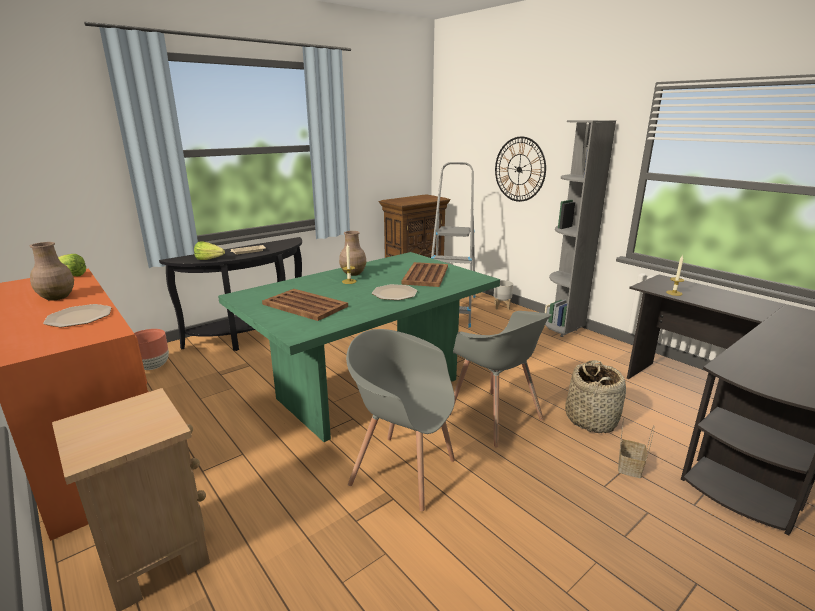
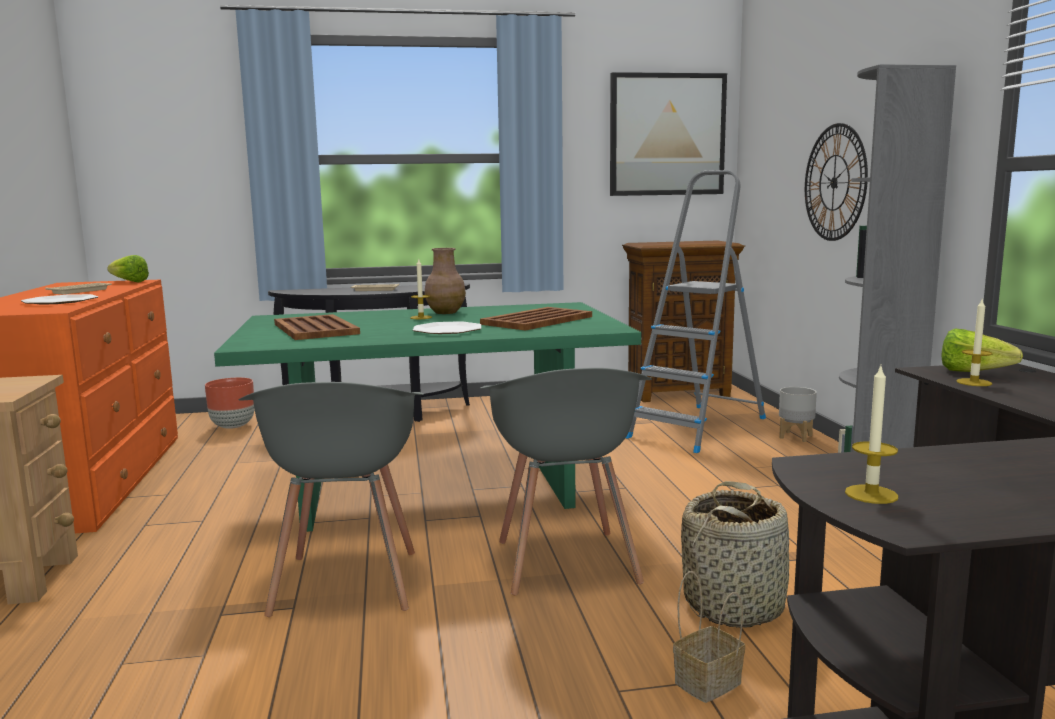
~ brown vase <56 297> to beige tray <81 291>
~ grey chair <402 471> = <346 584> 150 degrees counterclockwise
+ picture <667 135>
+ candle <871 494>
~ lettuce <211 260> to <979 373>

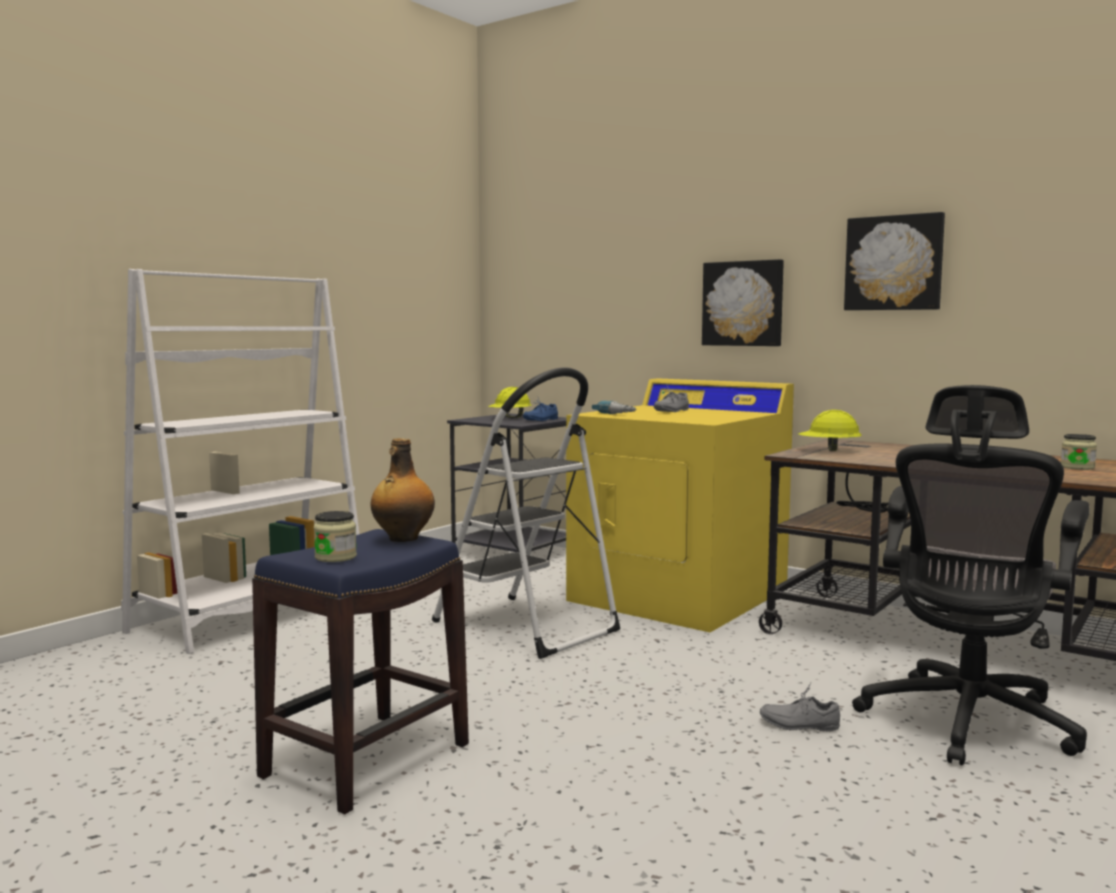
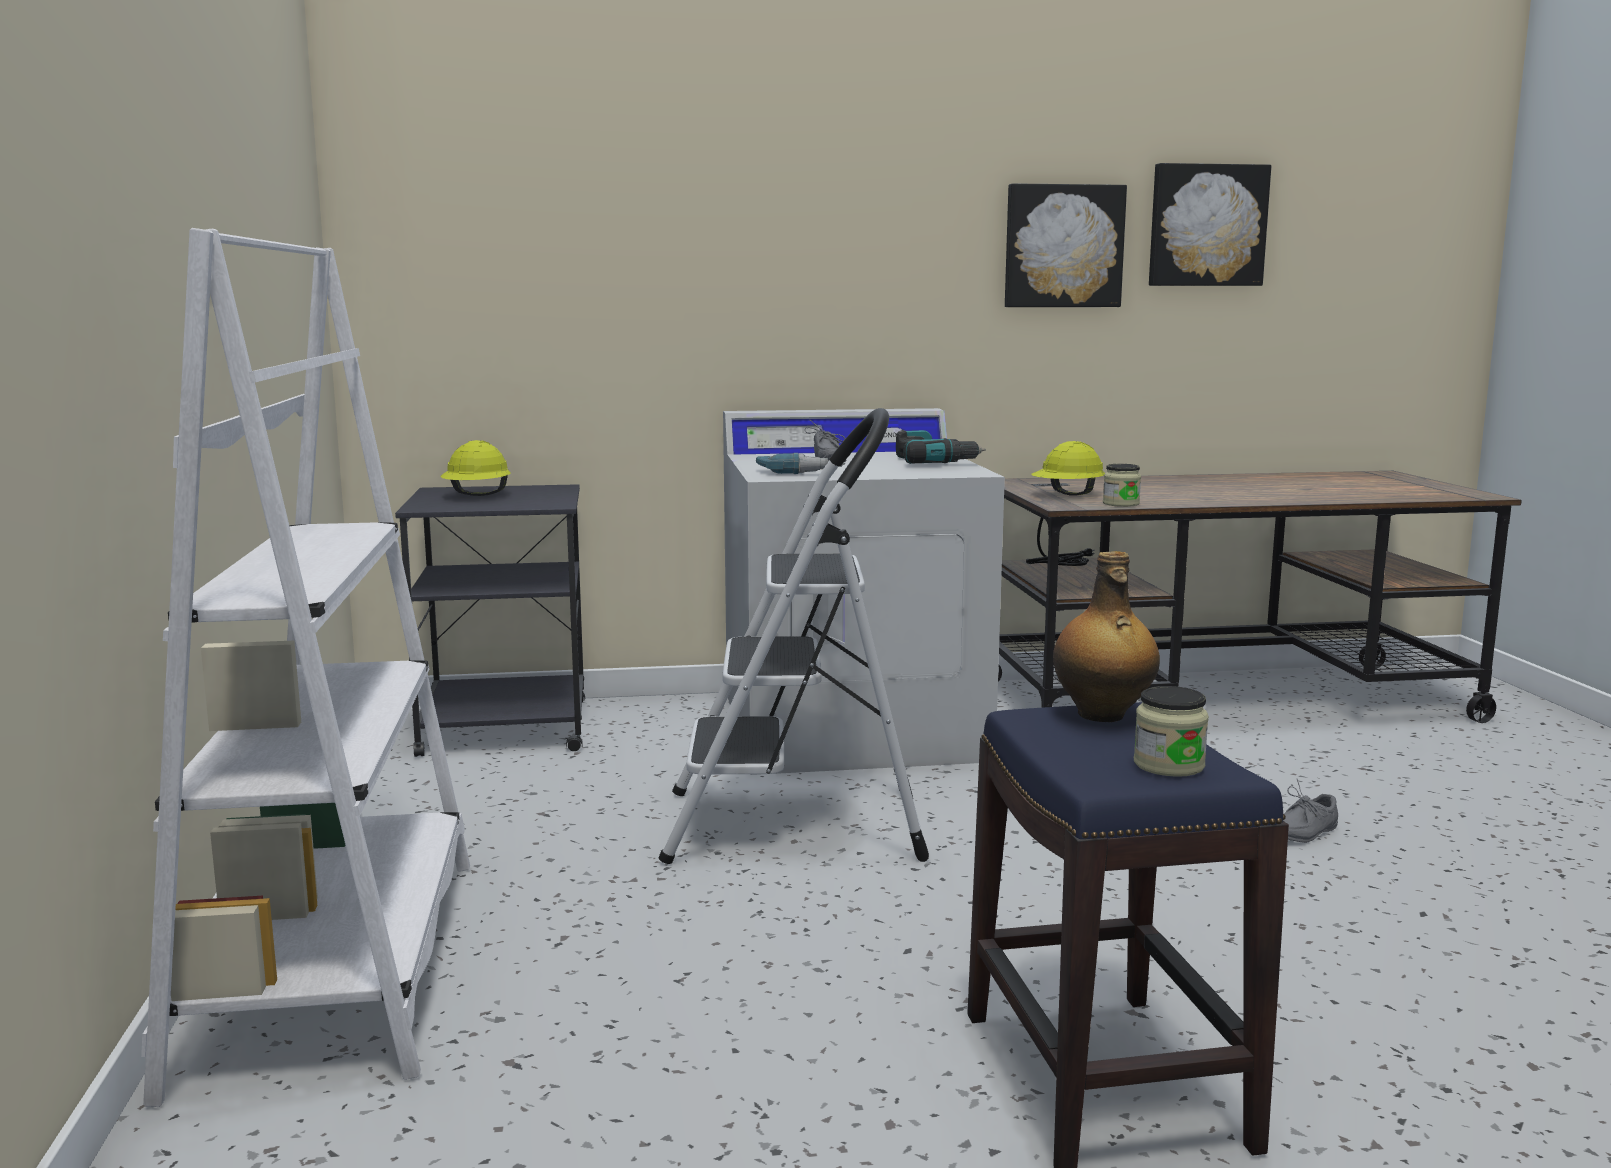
~ yellow washing machine <679 595> to white washing machine <852 726>
+ power drill <933 462>
~ jar <1077 467> to <1121 504>
~ picture <743 303> to <1206 225>
- blue shoe <539 420>
- office chair <968 723>

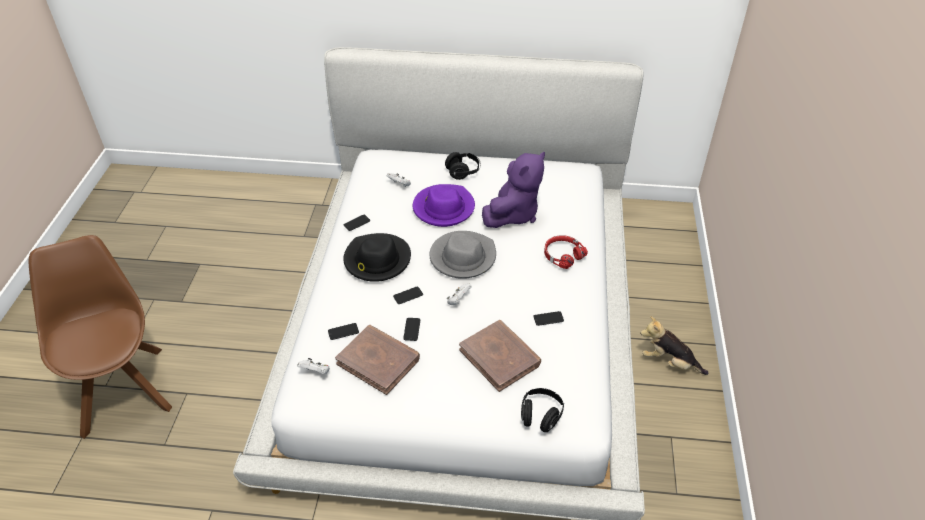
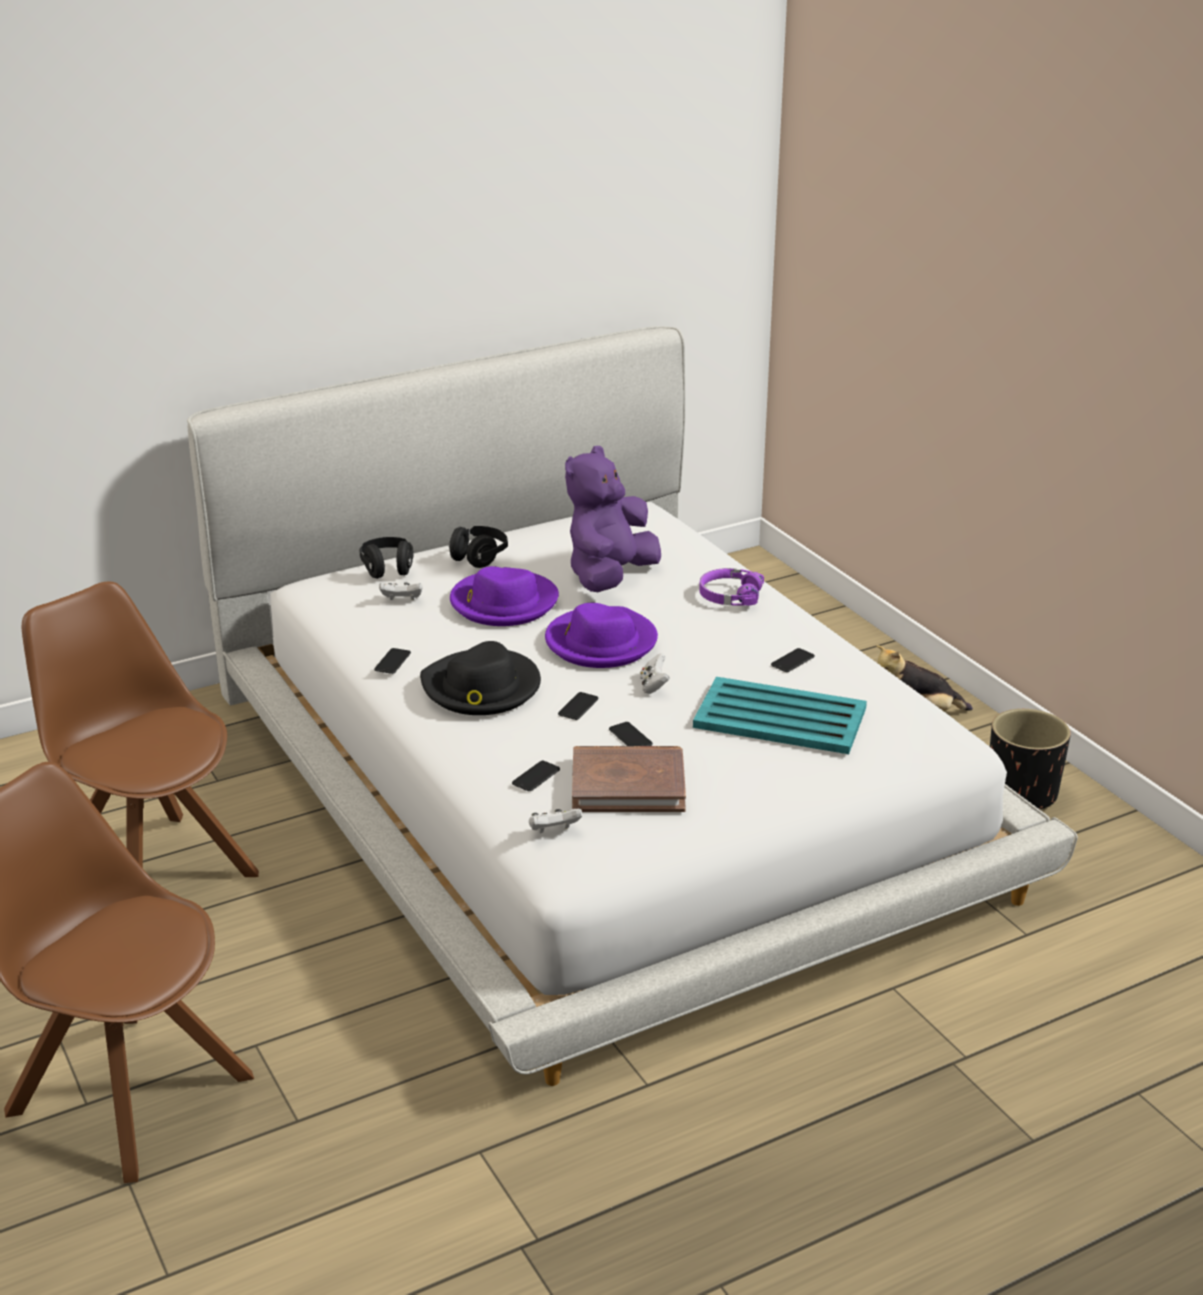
+ brown chair <153 871>
~ black headphones <540 416> to <388 569>
~ grey hat <462 257> to purple hat <600 642>
~ purple plush toy <513 214> = <610 578> 150 degrees counterclockwise
~ brown book <500 357> to turquoise tray <781 718>
~ red headphones <562 255> to purple headphones <729 596>
+ black planter <1021 793>

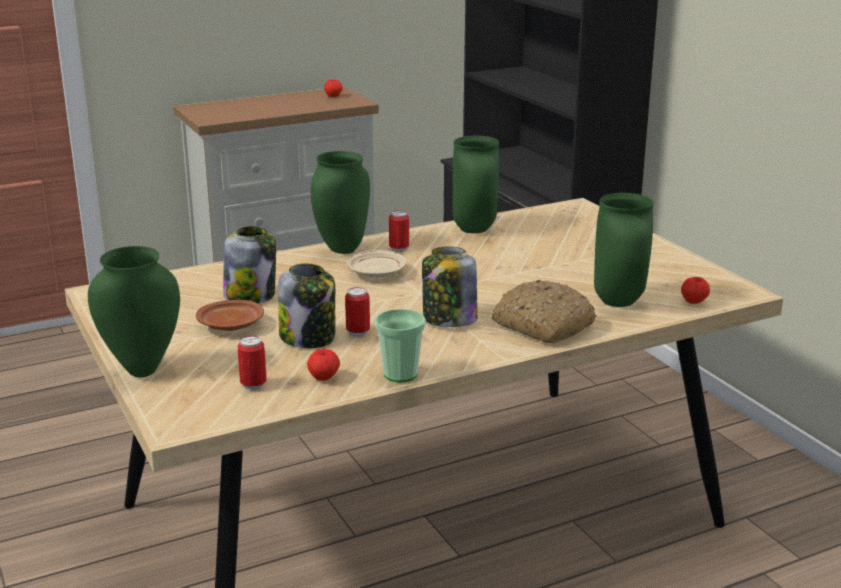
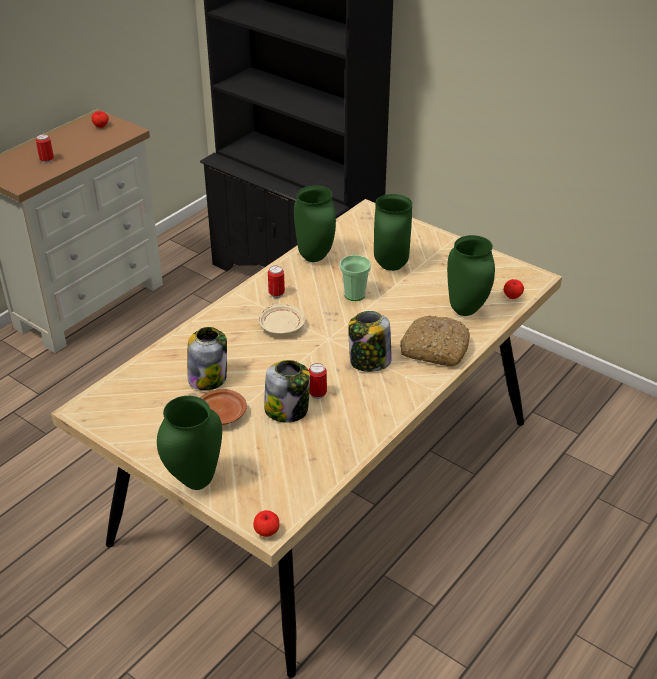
~ can <253 385> to <47 160>
~ apple <324 378> to <267 532>
~ cup <400 374> to <354 295>
~ green vase <343 250> to <391 266>

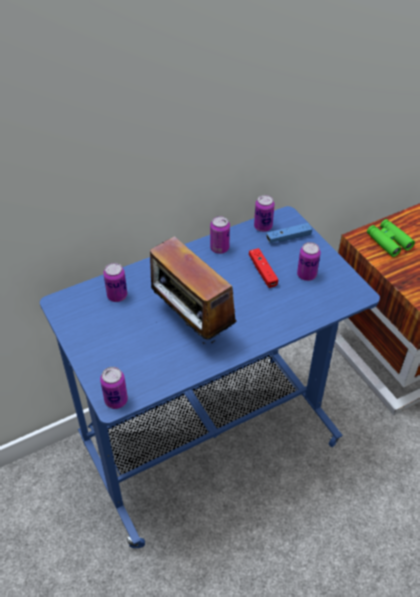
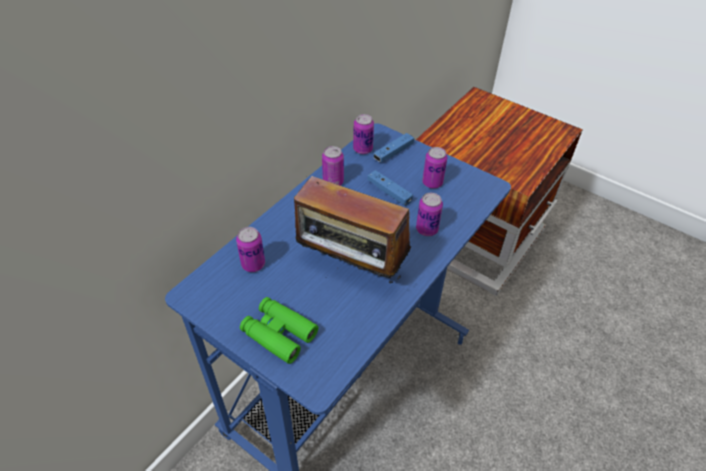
~ green binoculars <388 241> to <279 333>
~ red game controller <262 271> to blue game controller <389 192>
~ can <116 400> to <427 229>

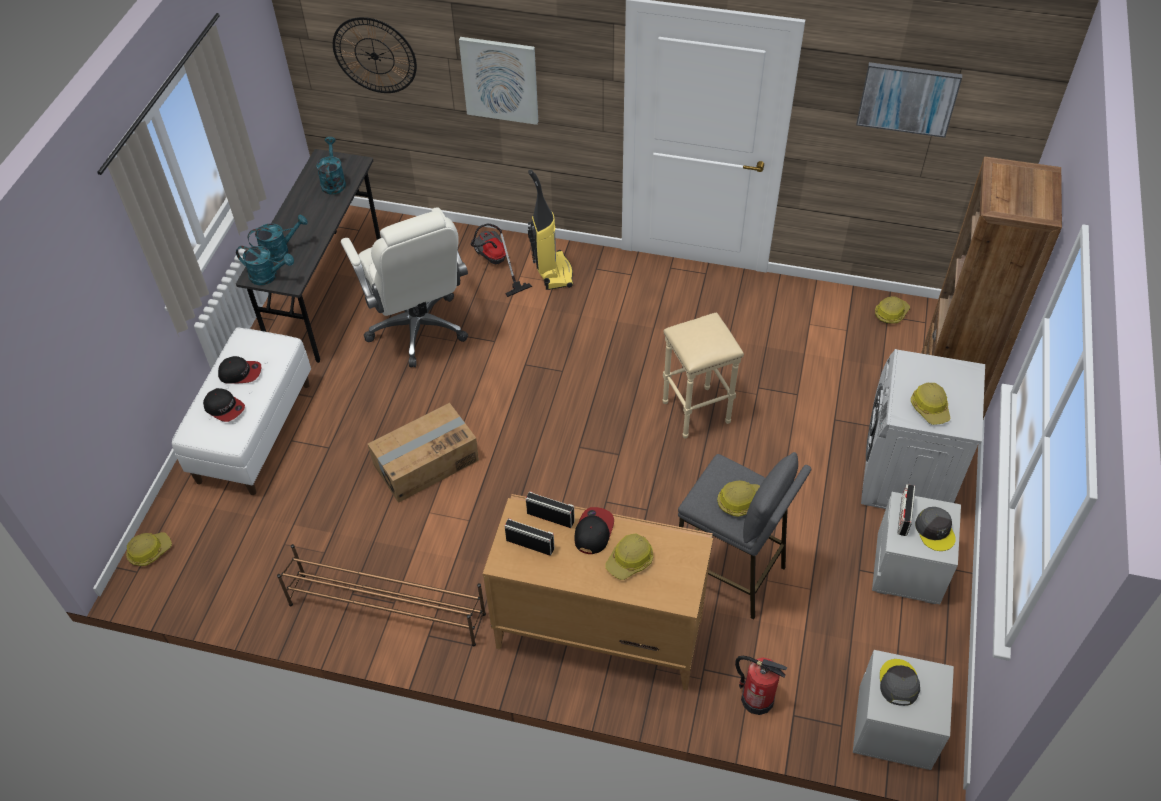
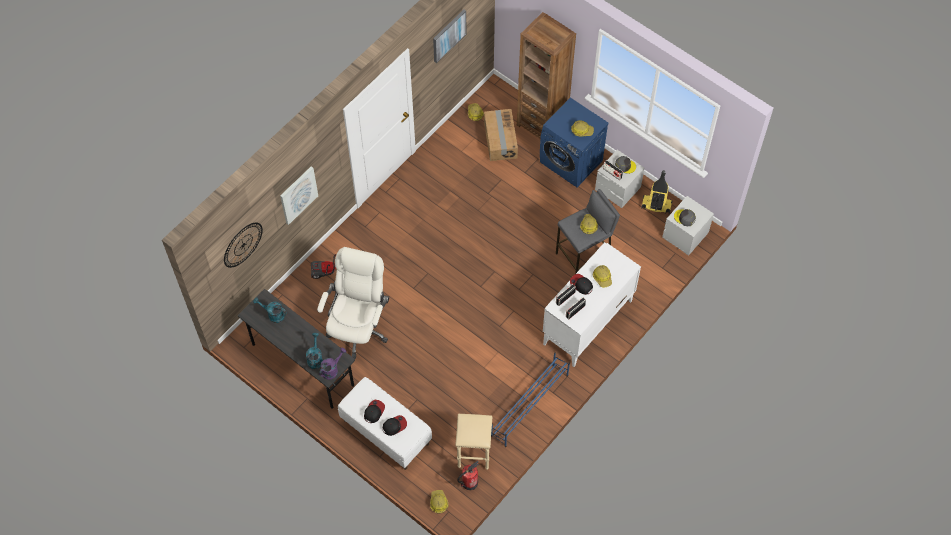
~ white office chair <418 330> = <358 329> 75 degrees counterclockwise
~ turquoise watering can <268 276> to purple watering can <332 369>
~ beige stool <698 412> to <474 453>
~ fire extinguisher <756 698> to <469 482>
~ cardboard box <425 462> to <500 140>
~ brown shoe rack <386 608> to blue shoe rack <529 405>
~ white washing machine <905 476> to blue washing machine <571 162>
~ brown cabinet <599 633> to white cabinet <587 322>
~ vacuum cleaner <552 272> to <656 206>

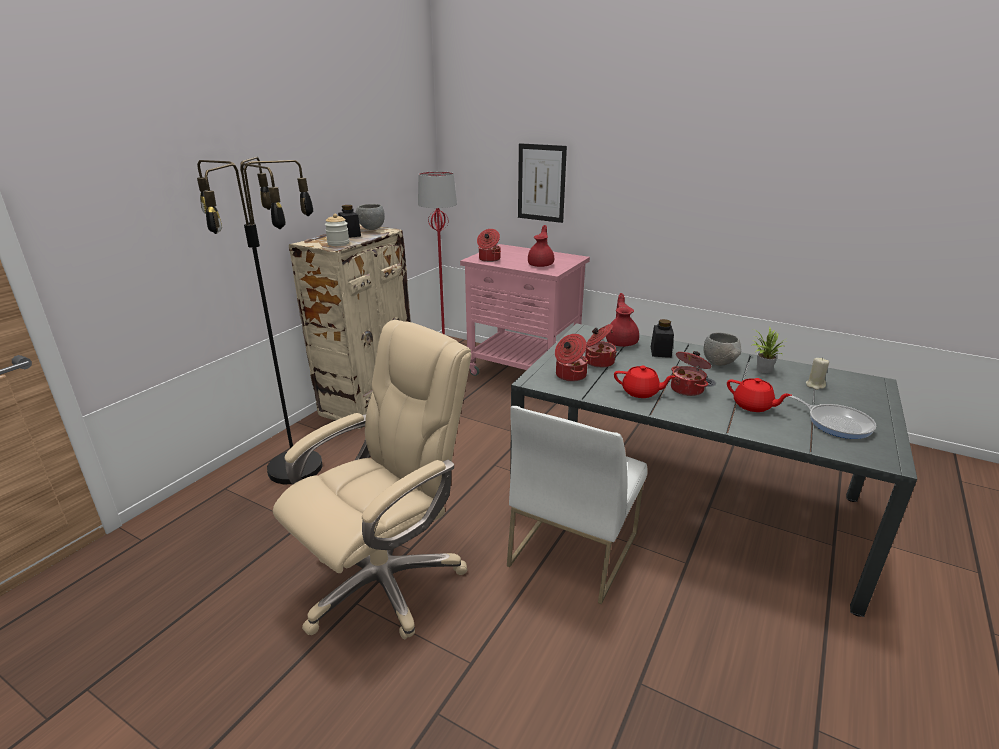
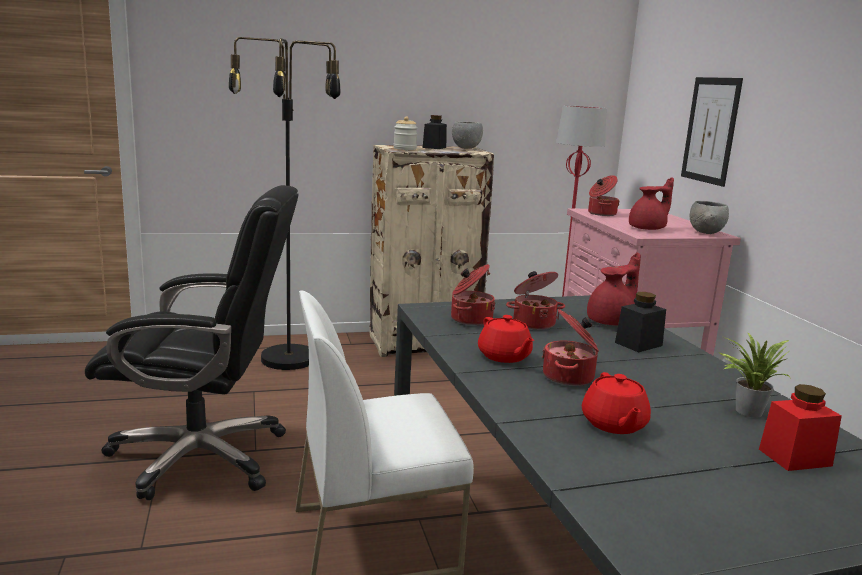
~ beige office chair <385 580> to black office chair <201 457>
~ grey bowl <719 364> to <705 233>
~ beige candle <815 385> to red jar <795 457>
- frying pan <836 423>

